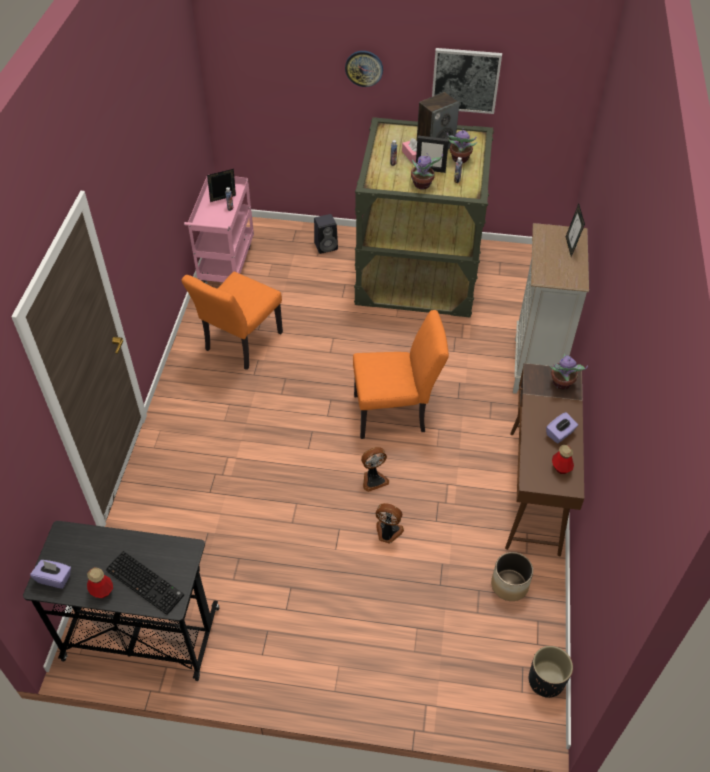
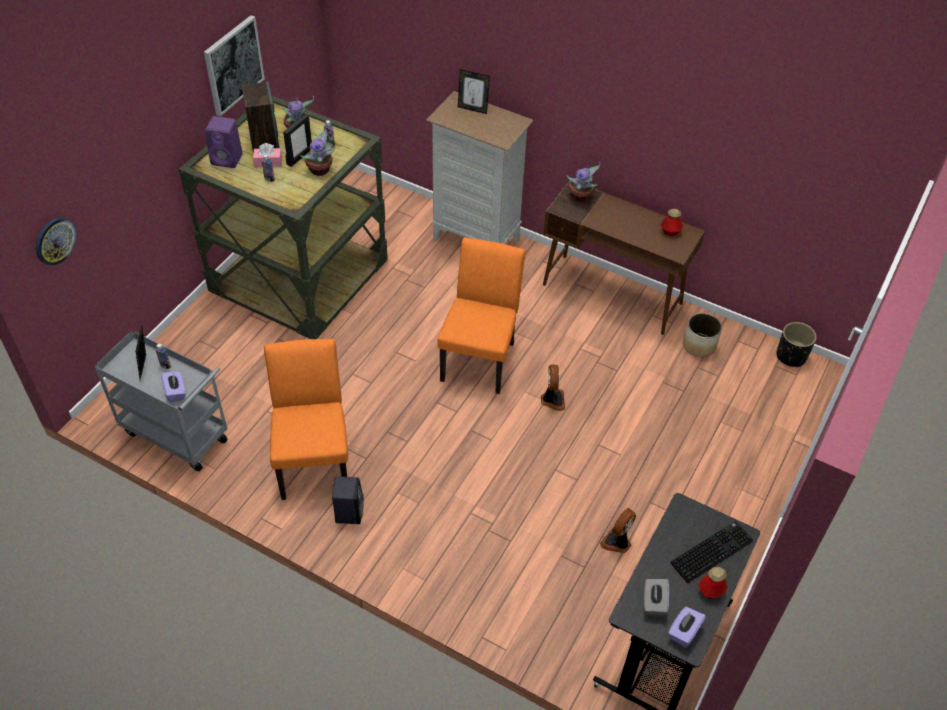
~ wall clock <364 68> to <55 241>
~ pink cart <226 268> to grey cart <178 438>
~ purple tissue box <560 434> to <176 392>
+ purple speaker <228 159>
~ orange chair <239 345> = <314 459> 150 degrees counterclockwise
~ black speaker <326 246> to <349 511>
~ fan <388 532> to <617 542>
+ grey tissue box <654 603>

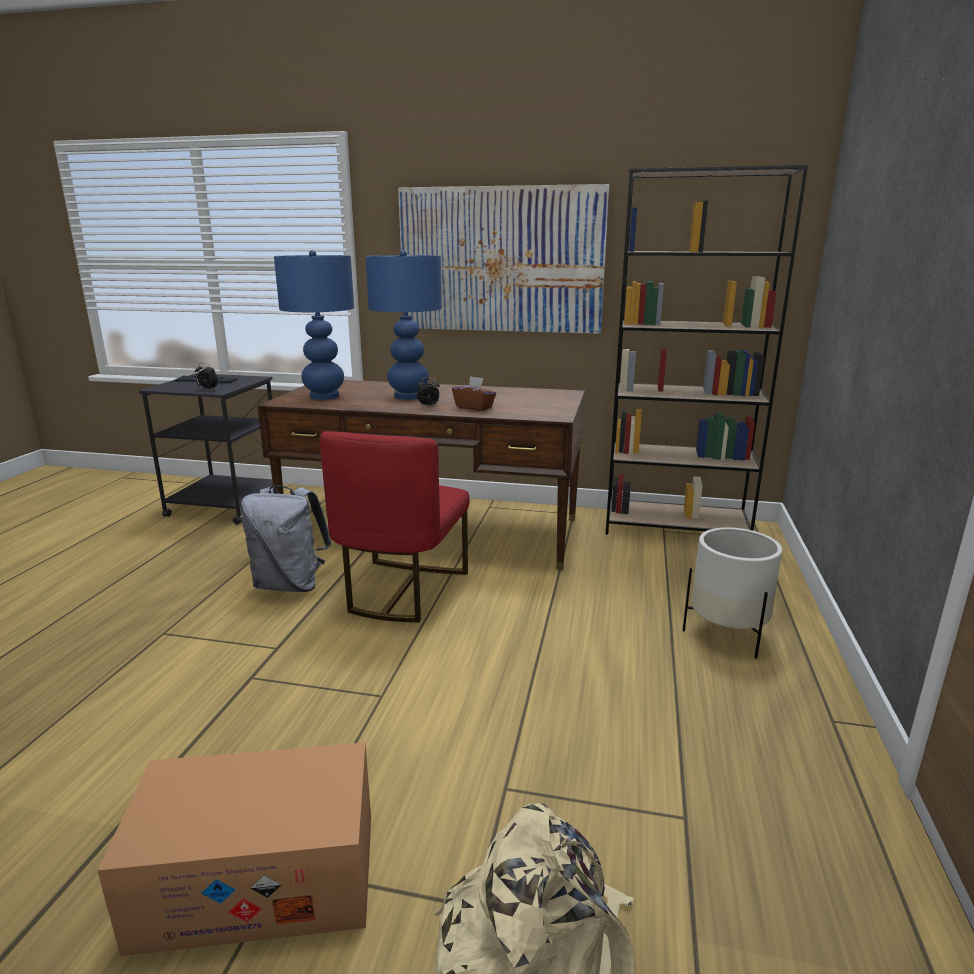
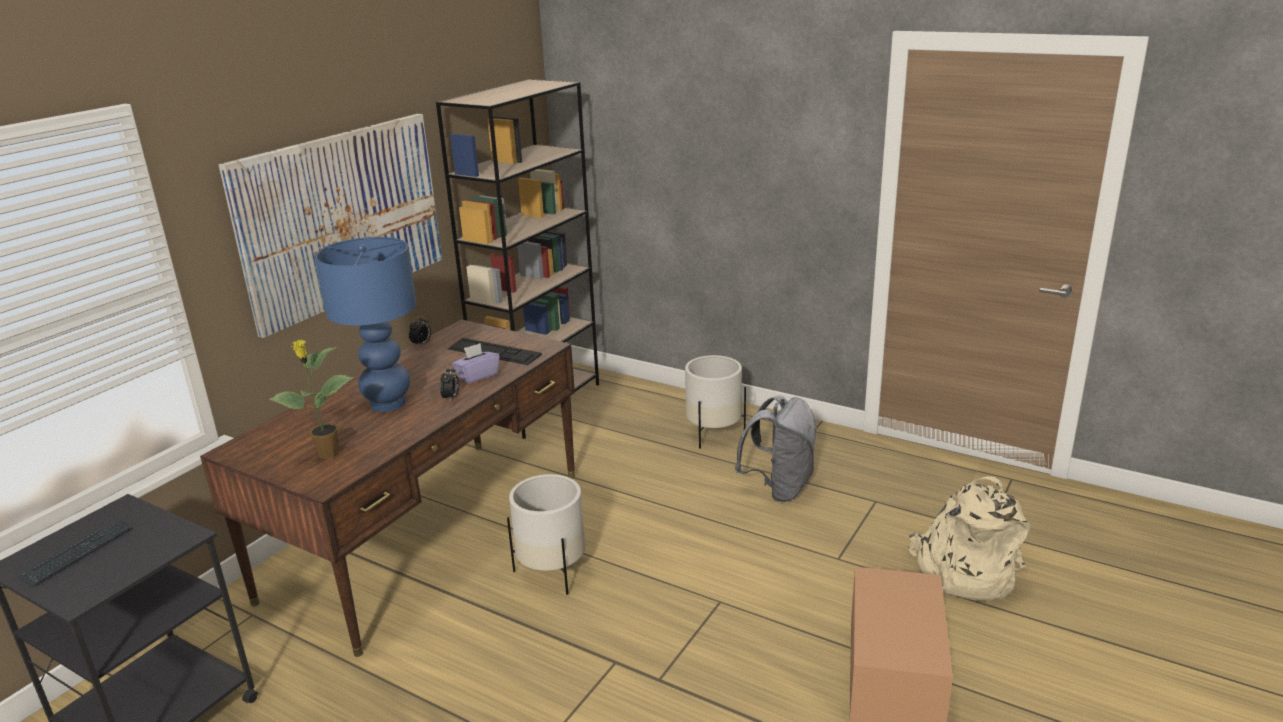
~ blue table lamp <325 396> to potted plant <327 454>
~ alarm clock <207 390> to <421 344>
+ keyboard <494 352>
~ brown tissue box <474 407> to purple tissue box <477 376>
~ red chair <402 591> to white planter <552 572>
~ grey backpack <290 585> to <779 488>

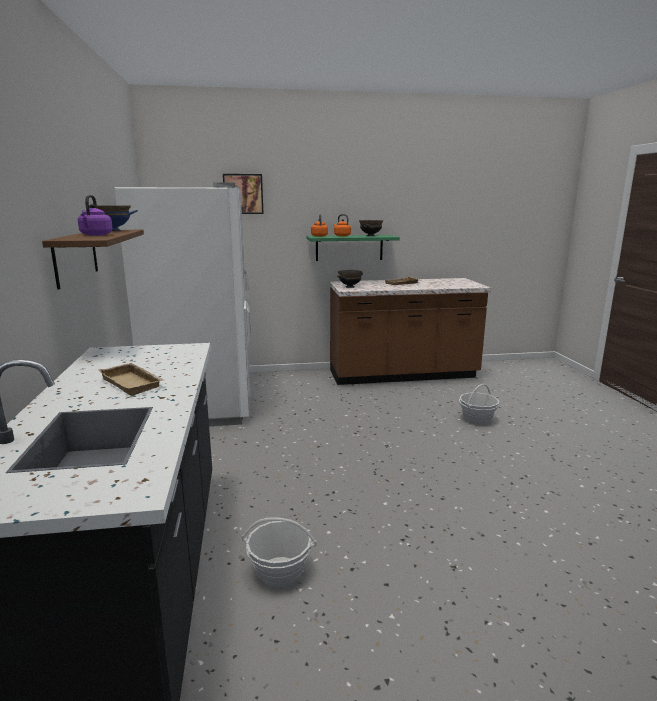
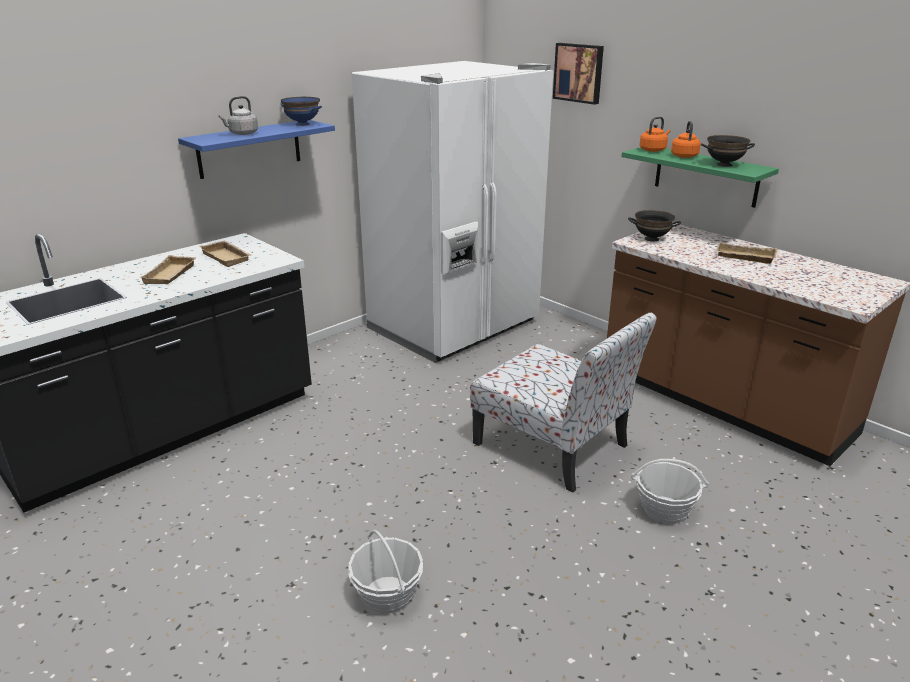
~ brown shelf <76 257> to blue shelf <249 149>
+ beige tray <228 257>
~ purple kettle <95 235> to grey kettle <242 134>
~ basket <280 571> to <387 595>
+ chair <553 446>

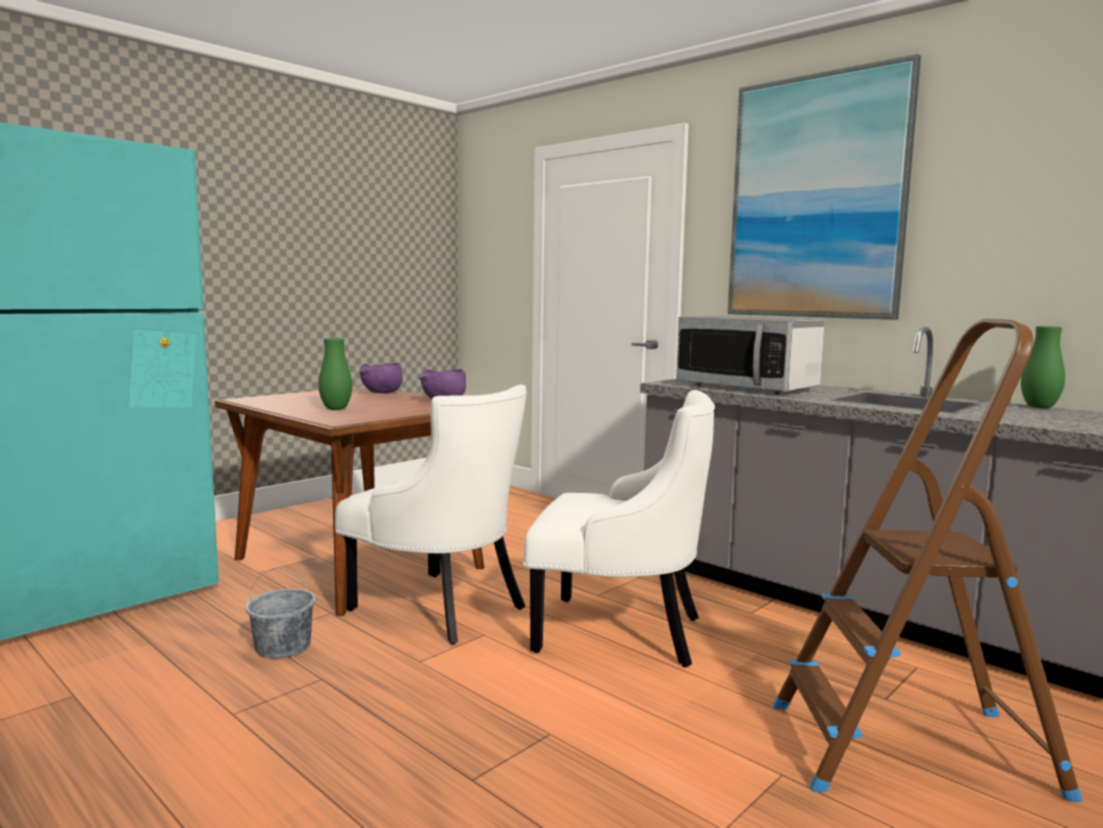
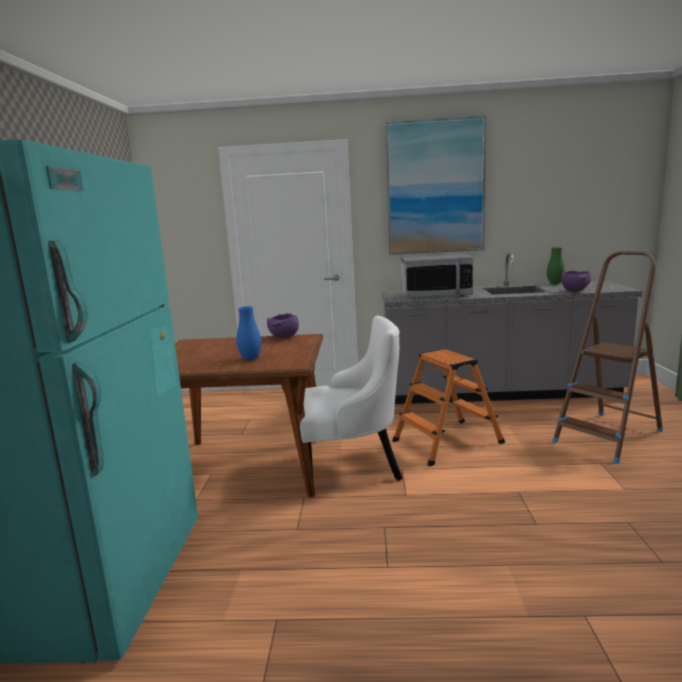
~ green vase <336 409> to blue vase <250 359>
~ white chair <615 632> to orange step ladder <447 441>
~ purple bowl <381 393> to <575 291>
- grey bucket <283 647>

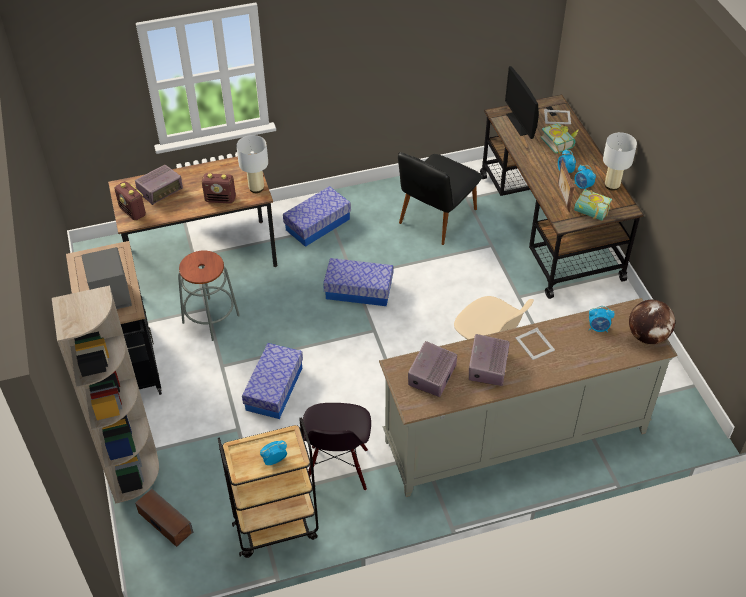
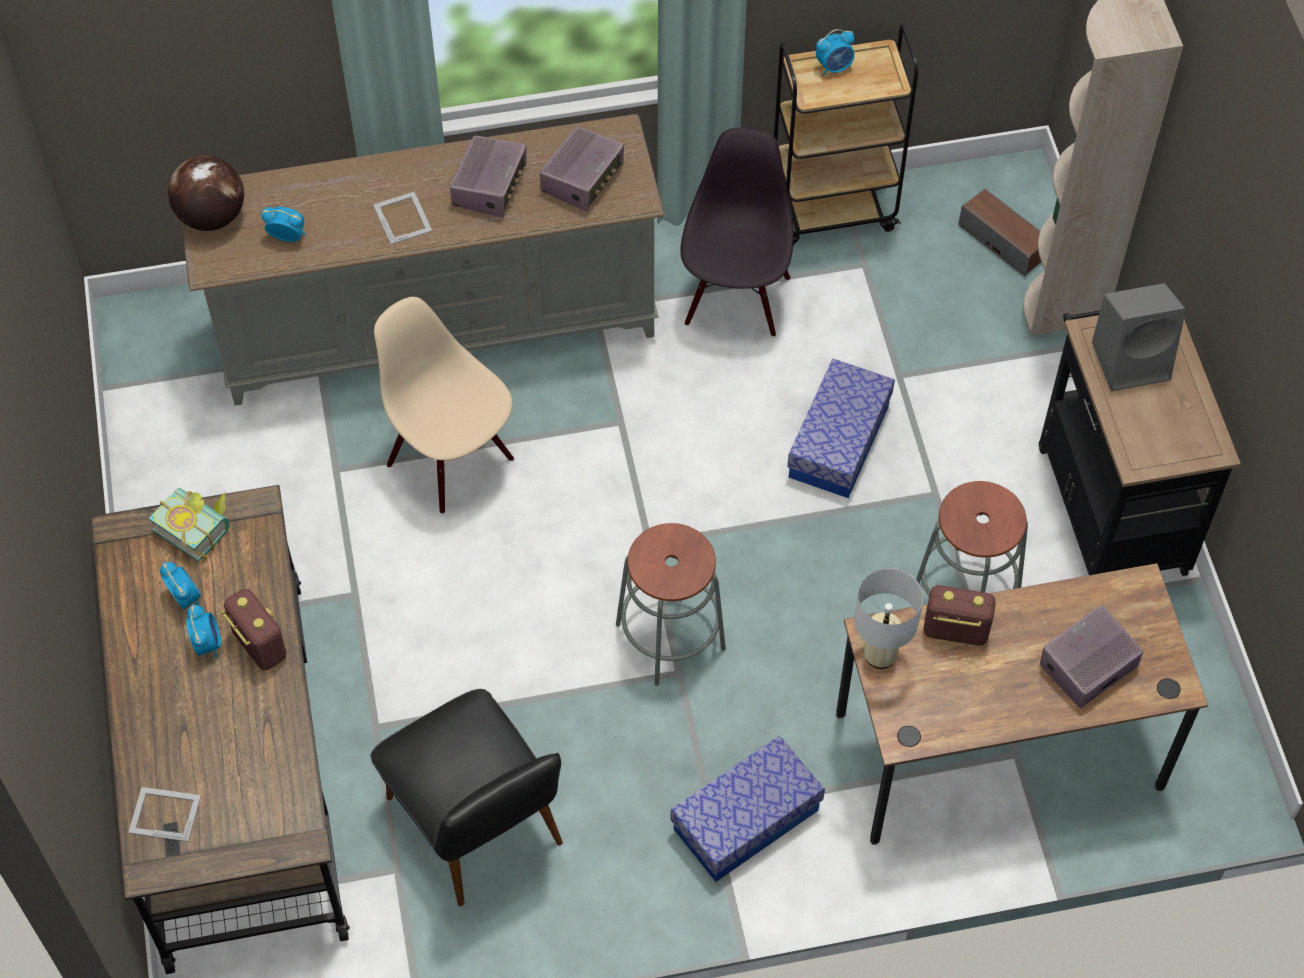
~ radio <133 212> to <259 644>
~ black chair <437 216> = <474 820> 105 degrees clockwise
~ storage box <359 290> to grey stool <670 636>
- monitor <520 123>
- book <560 143>
- picture frame <562 198>
- white table lamp <612 185>

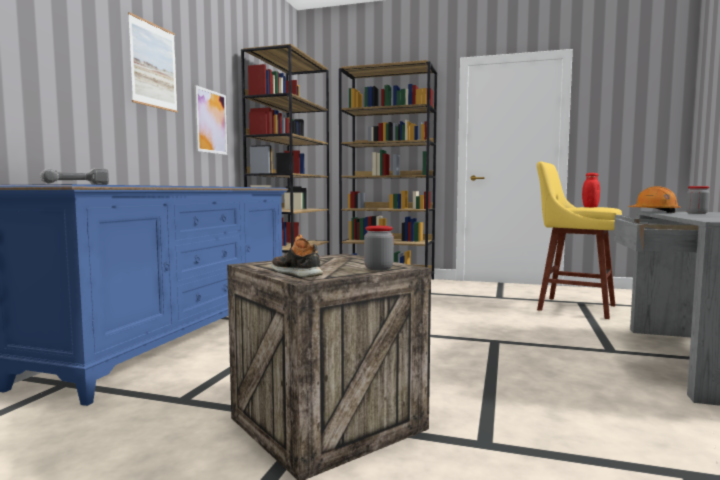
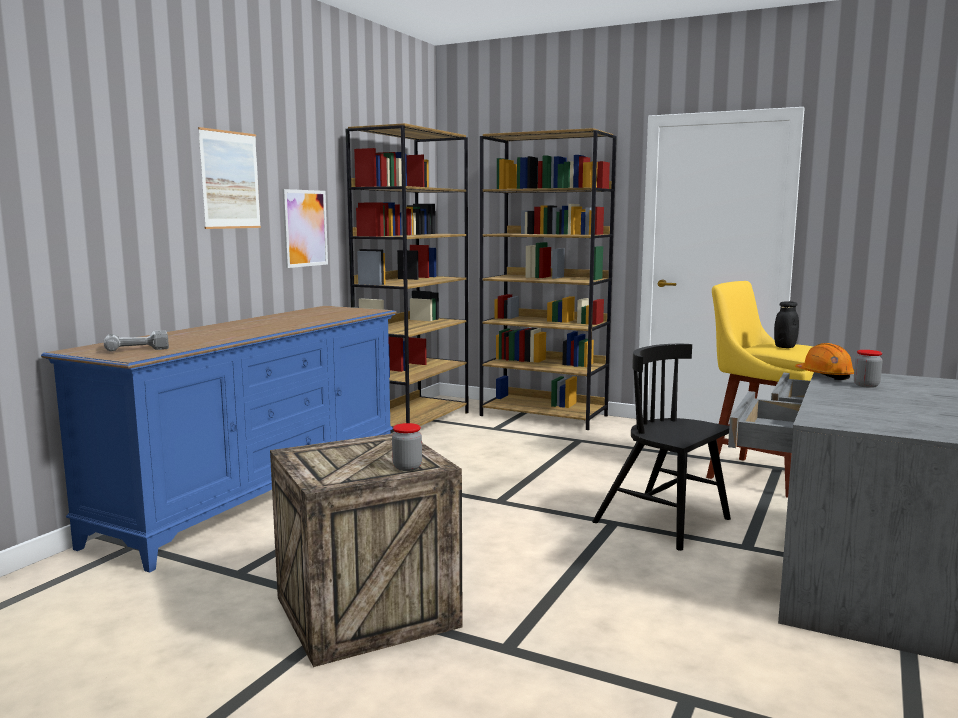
+ black chair <668 522>
~ red jar <590 207> to black jar <784 347>
- shoe <297 273>

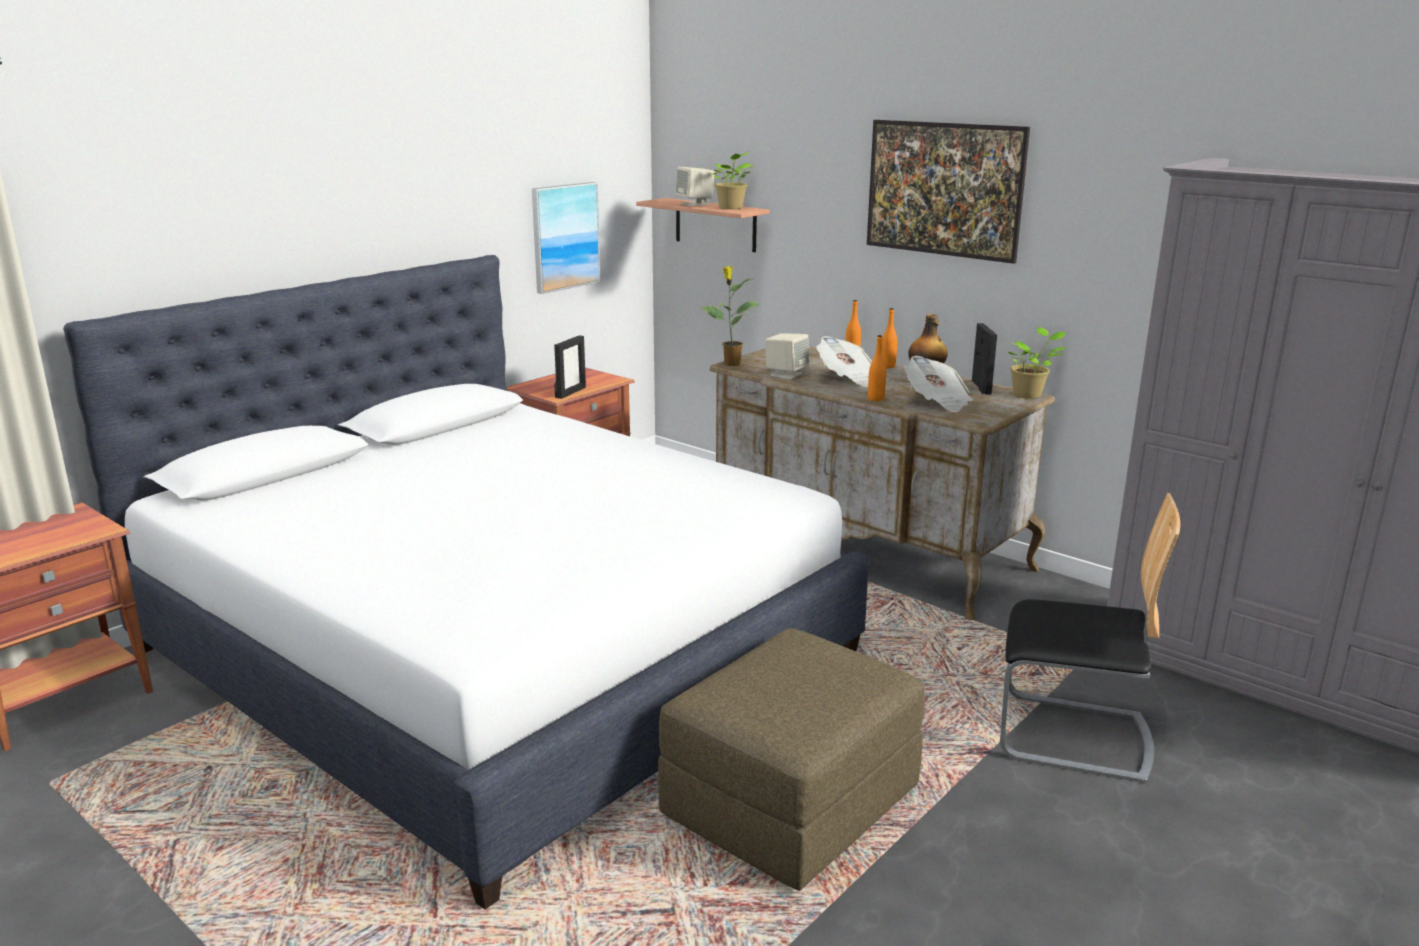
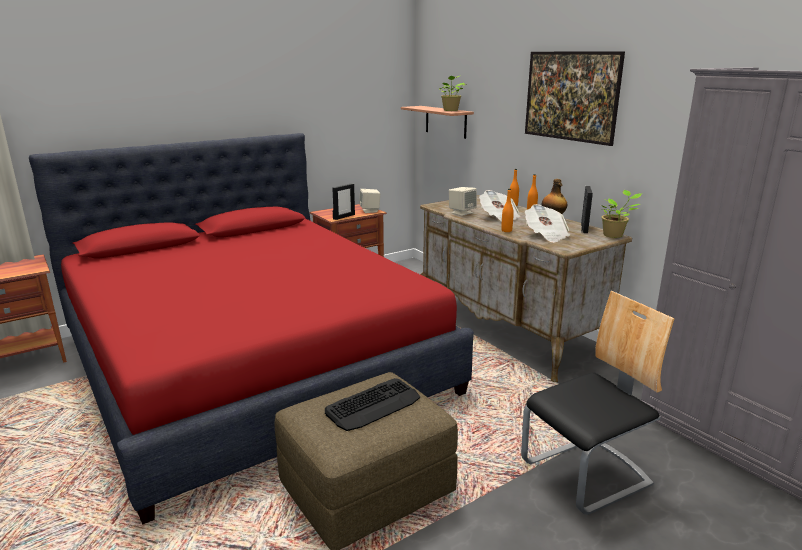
~ white bed <495 651> to red bed <252 363>
+ keyboard <373 405>
~ beige speaker <695 204> to <370 211>
~ chair <1073 736> = <586 474> 60 degrees counterclockwise
- picture <565 236>
- potted plant <731 364>

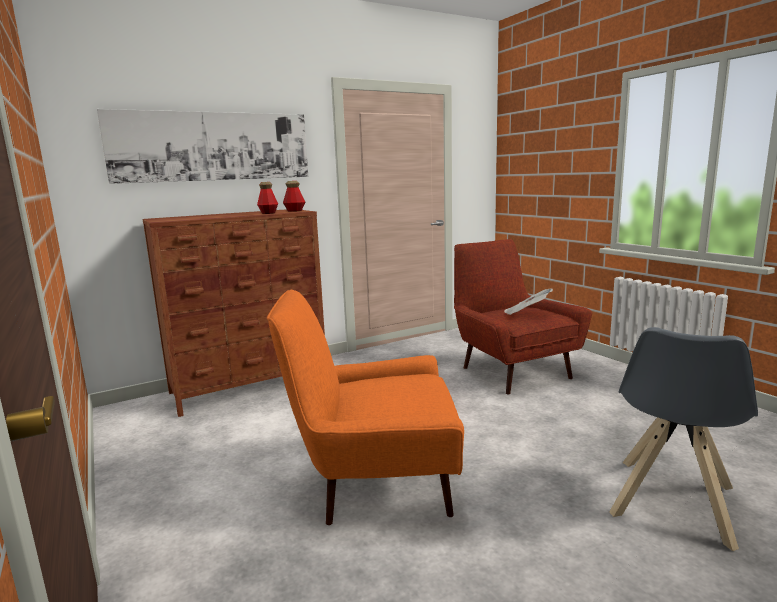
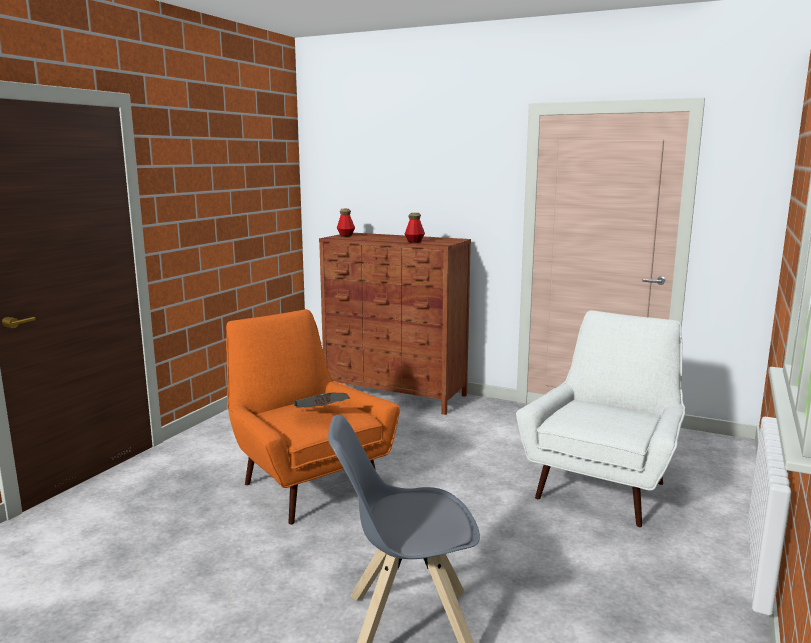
~ newspaper <526 314> to <321 415>
~ bottle <294 211> to <346 235>
~ red armchair <511 370> to white armchair <603 486>
- picture <213 146>

